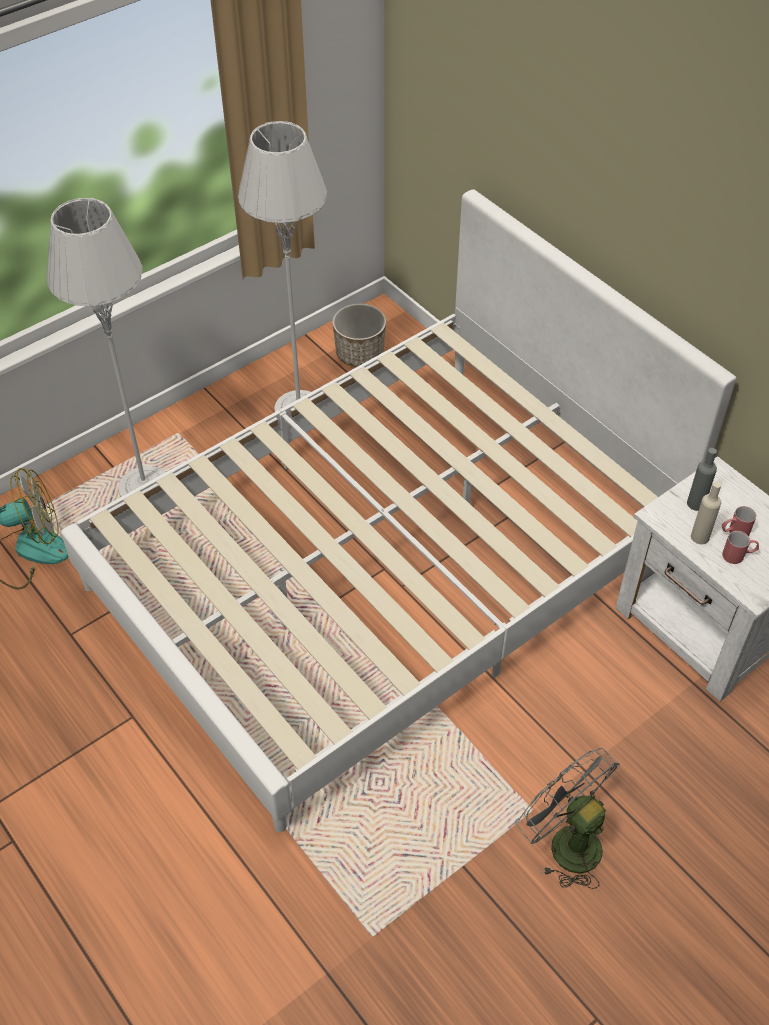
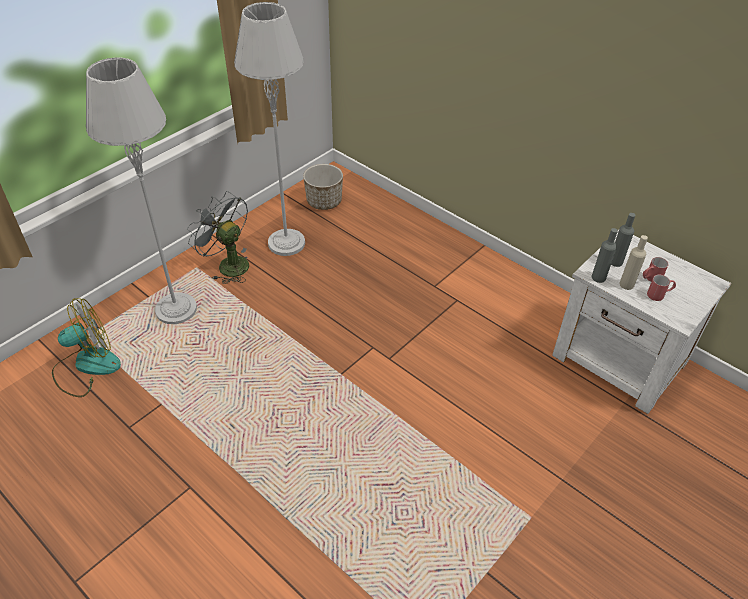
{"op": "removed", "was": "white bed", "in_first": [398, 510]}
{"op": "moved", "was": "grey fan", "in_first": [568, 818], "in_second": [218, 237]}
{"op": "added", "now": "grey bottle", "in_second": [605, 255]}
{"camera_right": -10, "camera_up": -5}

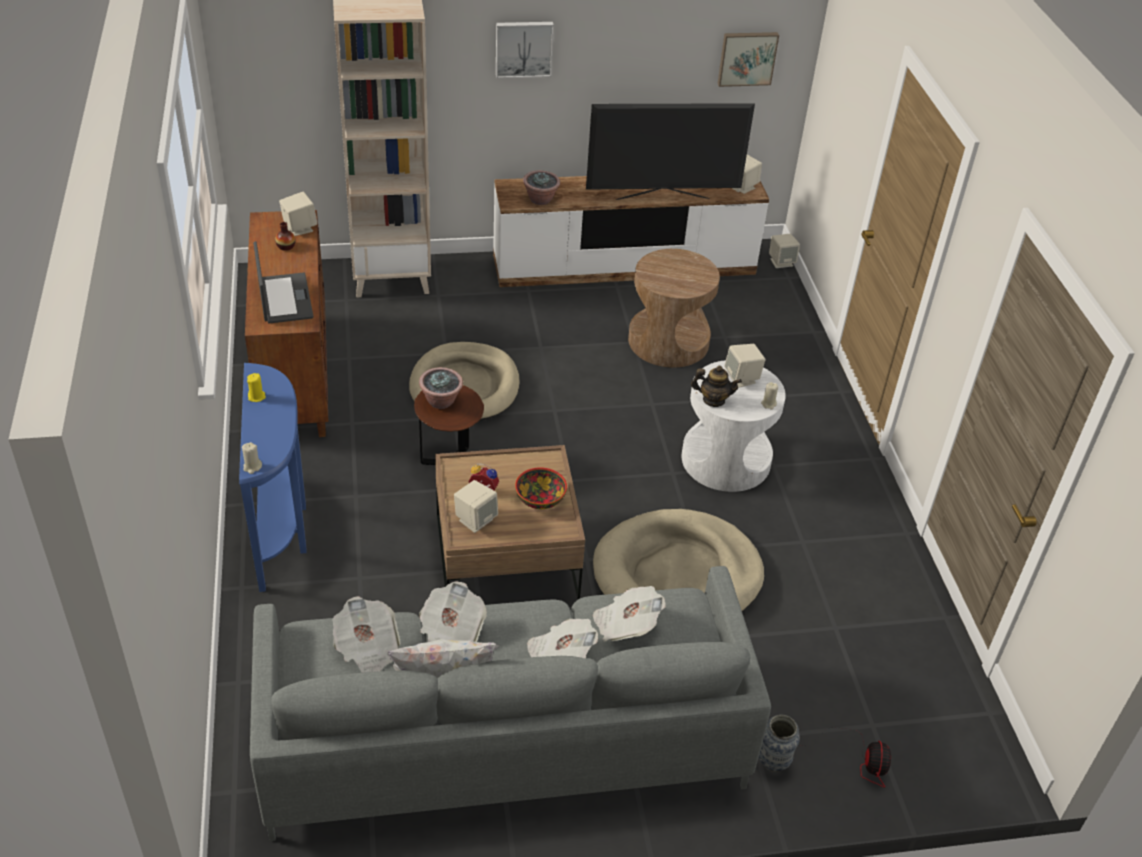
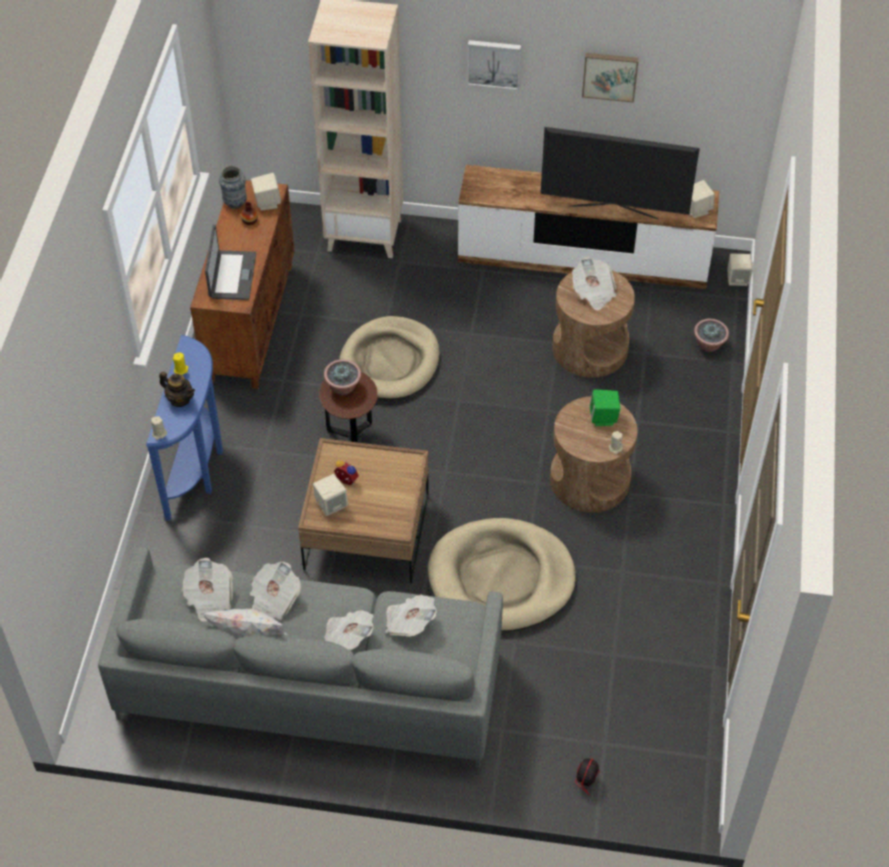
{"op": "moved", "was": "picture", "in_first": [748, 59], "in_second": [610, 78]}
{"op": "moved", "was": "potted plant", "in_first": [541, 187], "in_second": [711, 335]}
{"op": "recoloured", "was": "beige speaker", "now": "green speaker", "in_first": [744, 366], "in_second": [605, 408]}
{"op": "recoloured", "was": "white side table", "now": "brown side table", "in_first": [734, 426], "in_second": [594, 454]}
{"op": "moved", "was": "teapot", "in_first": [716, 386], "in_second": [177, 389]}
{"op": "removed", "was": "bowl", "in_first": [541, 488]}
{"op": "moved", "was": "vase", "in_first": [779, 743], "in_second": [233, 187]}
{"op": "added", "now": "newspaper", "in_second": [594, 283]}
{"camera_right": 20, "camera_up": 10}

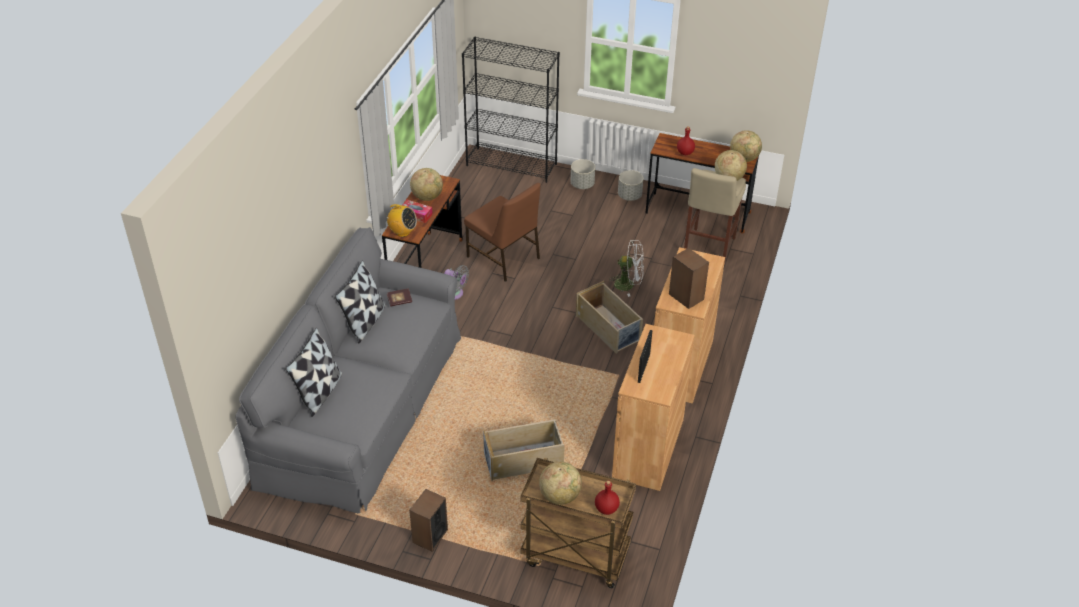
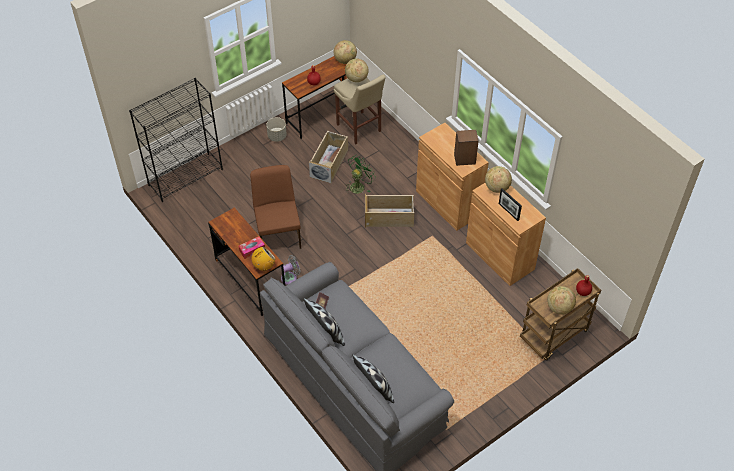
{"op": "removed", "was": "grey planter", "in_first": [582, 174]}
{"op": "moved", "was": "globe", "in_first": [426, 184], "in_second": [498, 179]}
{"op": "turned", "was": "brown chair", "in_first": [502, 232], "in_second": [275, 207], "clockwise": -90}
{"op": "recoloured", "was": "white fan", "now": "green fan", "in_first": [627, 268], "in_second": [361, 174]}
{"op": "moved", "was": "beige storage box", "in_first": [524, 450], "in_second": [328, 157]}
{"op": "removed", "was": "speaker", "in_first": [428, 520]}
{"camera_right": -55, "camera_up": 10}

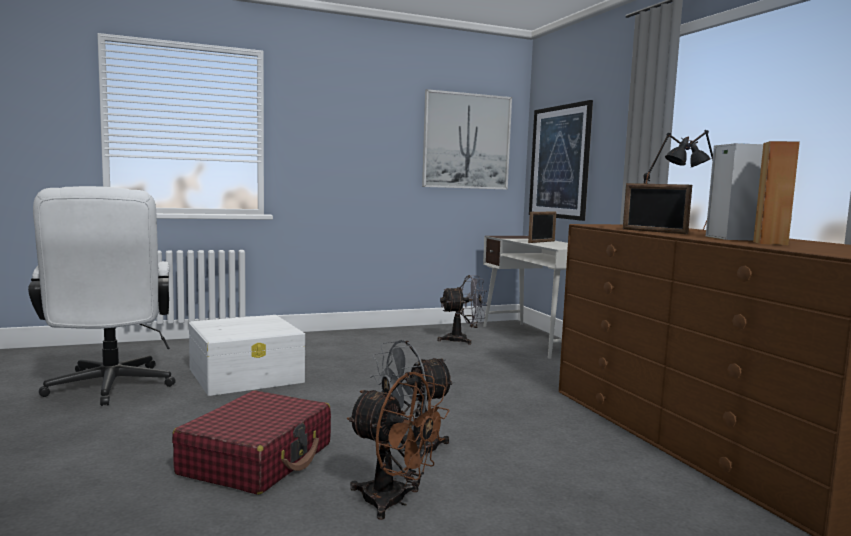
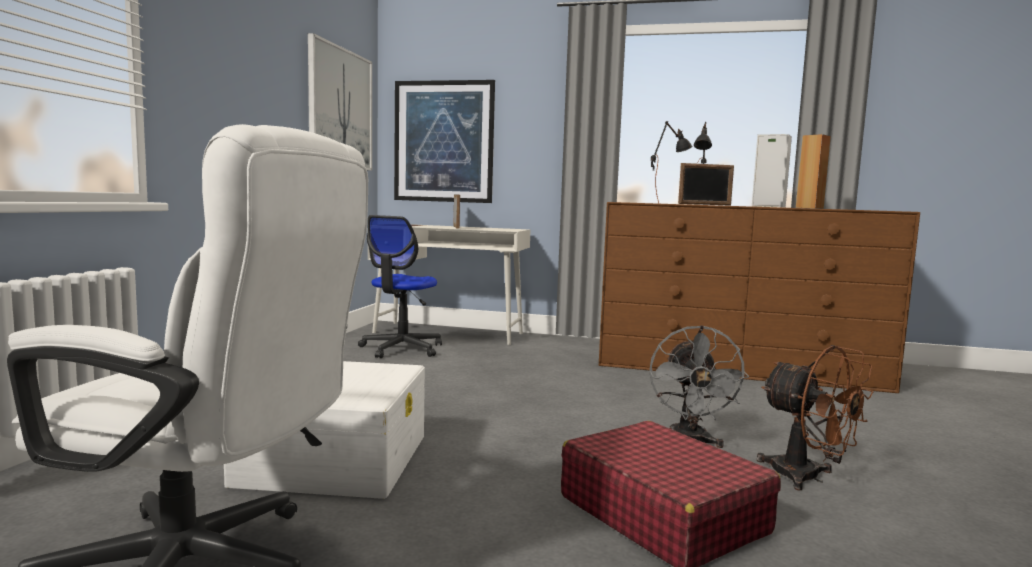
{"op": "replaced", "was": "grey fan", "now": "office chair", "in_first": [462, 310], "in_second": [400, 286]}
{"op": "turned", "was": "brown fan", "in_first": [398, 446], "in_second": [815, 418], "clockwise": 75}
{"camera_right": -55, "camera_up": 0}

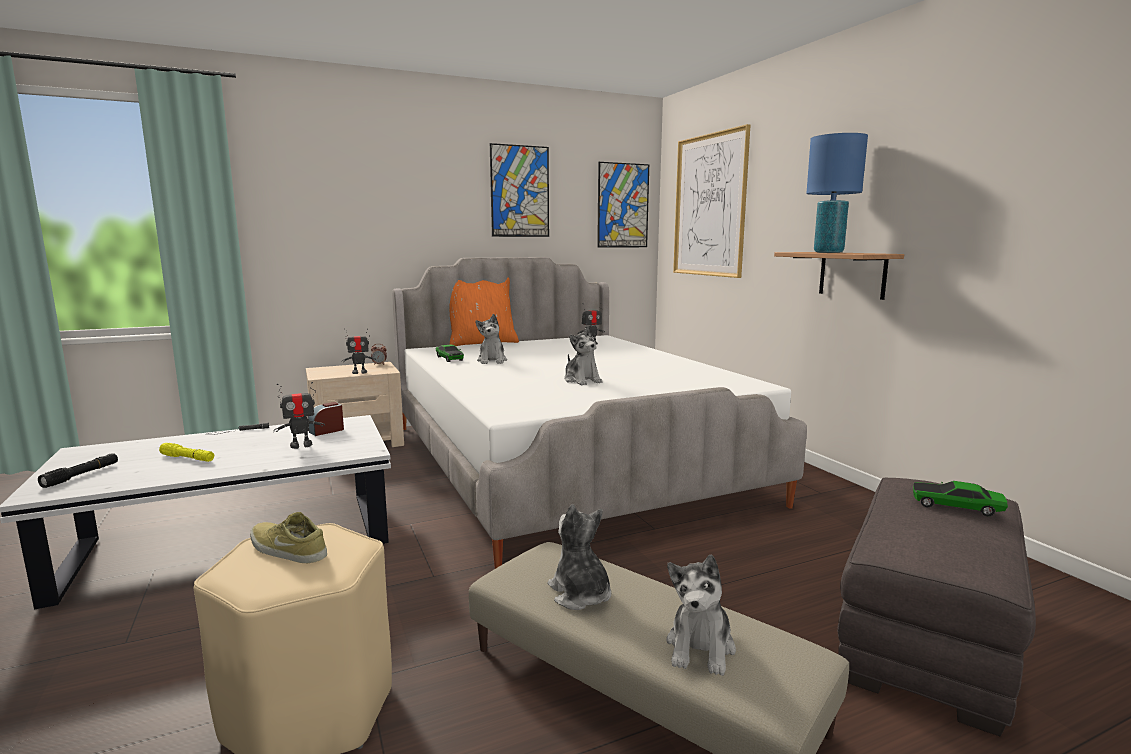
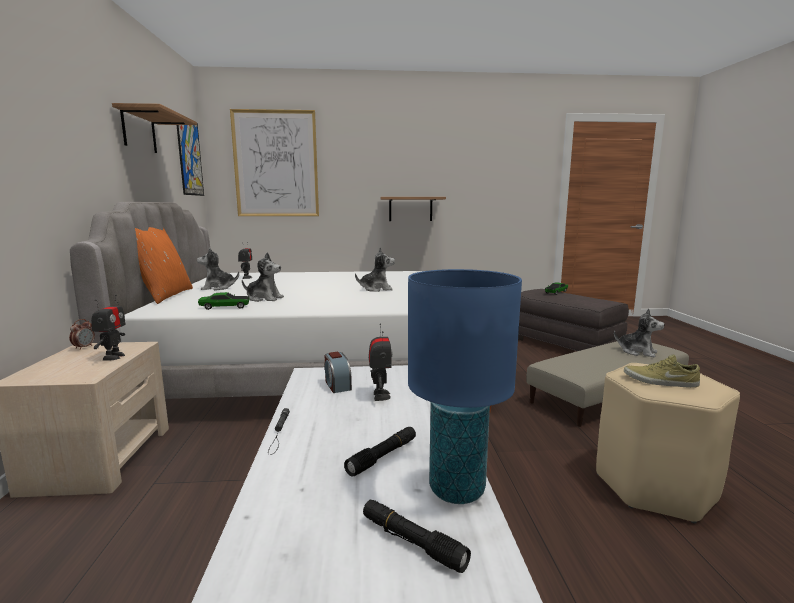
{"op": "moved", "was": "blue table lamp", "in_first": [837, 193], "in_second": [465, 386]}
{"op": "replaced", "was": "picture", "now": "shelf", "in_first": [519, 190], "in_second": [154, 128]}
{"op": "recoloured", "was": "yellow flashlight", "now": "black flashlight", "in_first": [186, 452], "in_second": [380, 451]}
{"op": "moved", "was": "plush toy", "in_first": [579, 557], "in_second": [218, 268]}
{"op": "turned", "was": "beige shoe", "in_first": [288, 537], "in_second": [662, 371], "clockwise": 60}
{"camera_right": -70, "camera_up": 0}

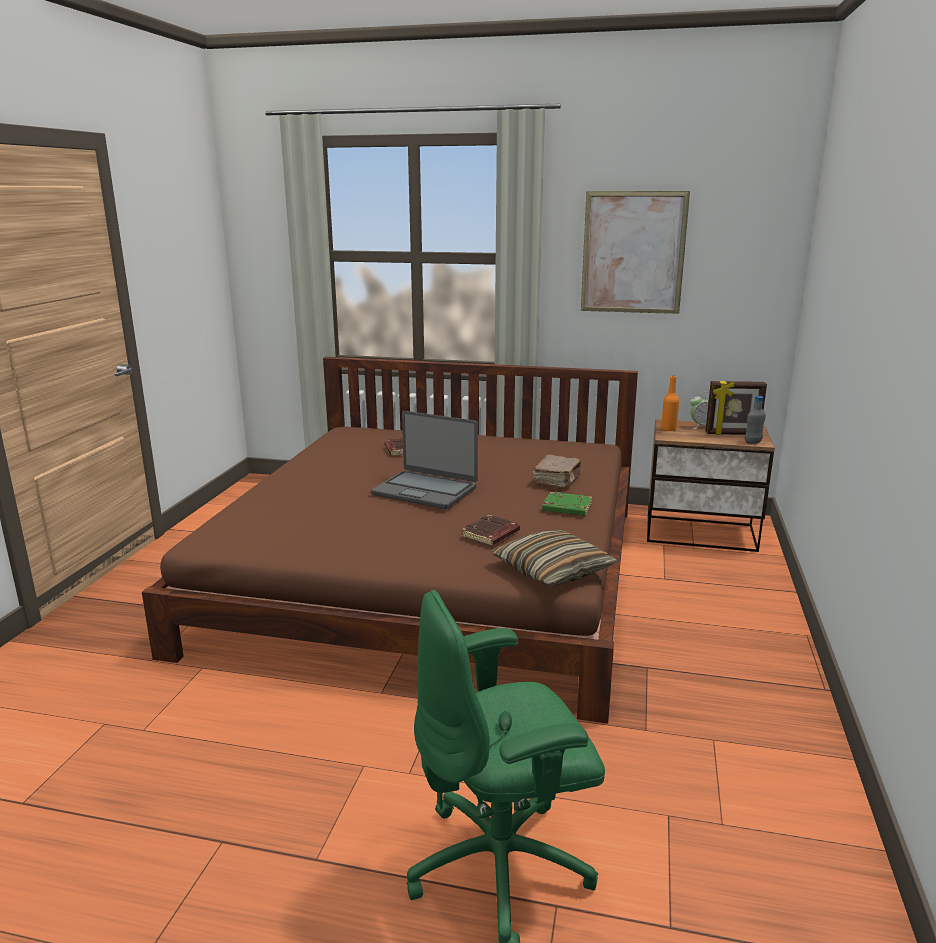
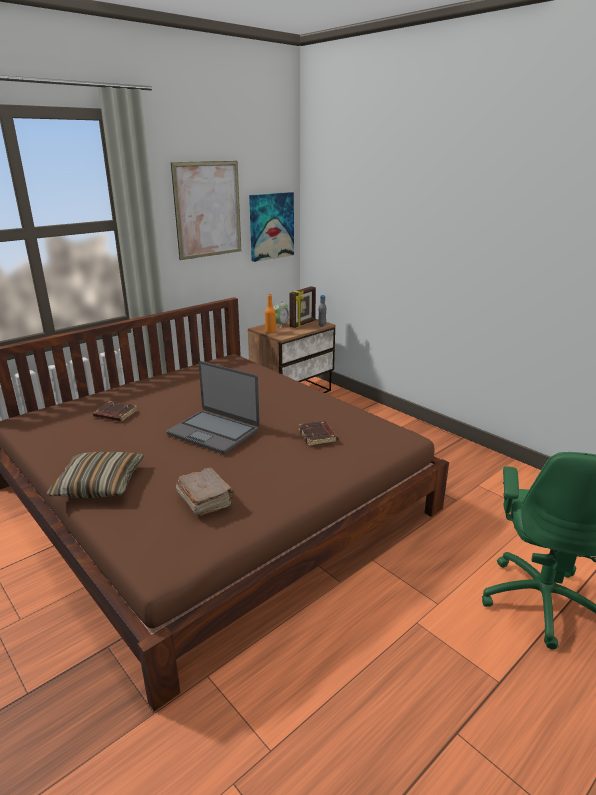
{"op": "turned", "was": "laptop", "in_first": [424, 460], "in_second": [213, 407], "clockwise": 60}
{"op": "moved", "was": "brown book", "in_first": [557, 471], "in_second": [205, 492]}
{"op": "removed", "was": "green book", "in_first": [567, 504]}
{"op": "moved", "was": "pillow", "in_first": [554, 558], "in_second": [95, 475]}
{"op": "added", "now": "picture", "in_second": [271, 227]}
{"camera_right": -55, "camera_up": 5}

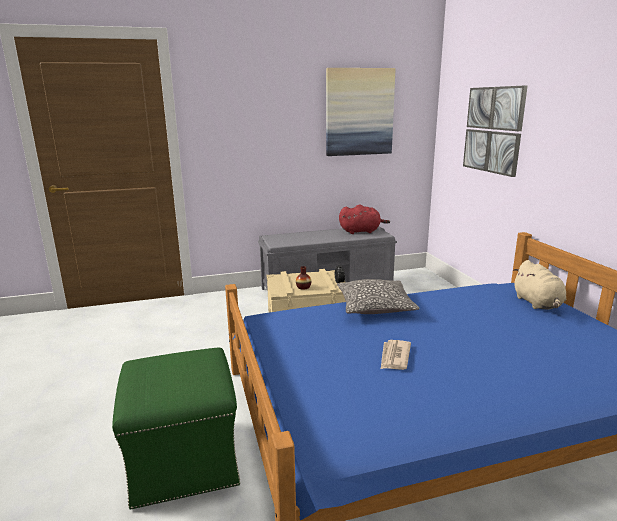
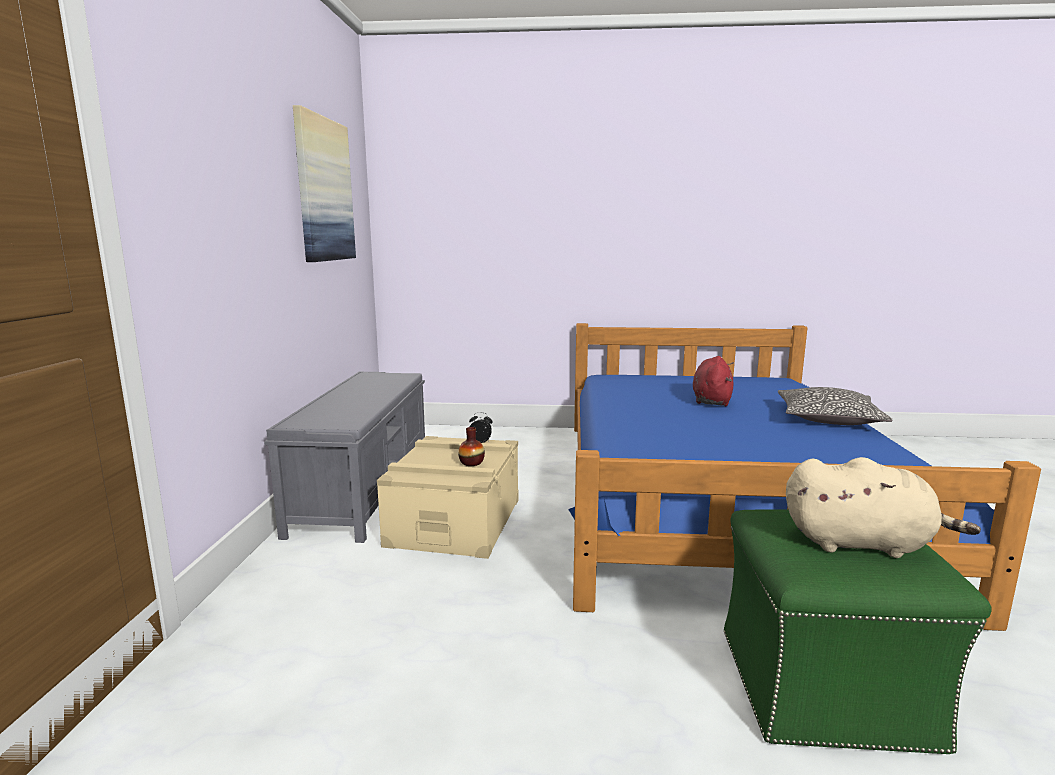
{"op": "removed", "was": "picture", "in_first": [495, 131]}
{"op": "moved", "was": "red plush toy", "in_first": [364, 219], "in_second": [713, 381]}
{"op": "moved", "was": "beige plush toy", "in_first": [539, 284], "in_second": [883, 507]}
{"op": "moved", "was": "pillow", "in_first": [378, 296], "in_second": [835, 406]}
{"op": "removed", "was": "newspaper", "in_first": [396, 355]}
{"camera_right": -70, "camera_up": -5}

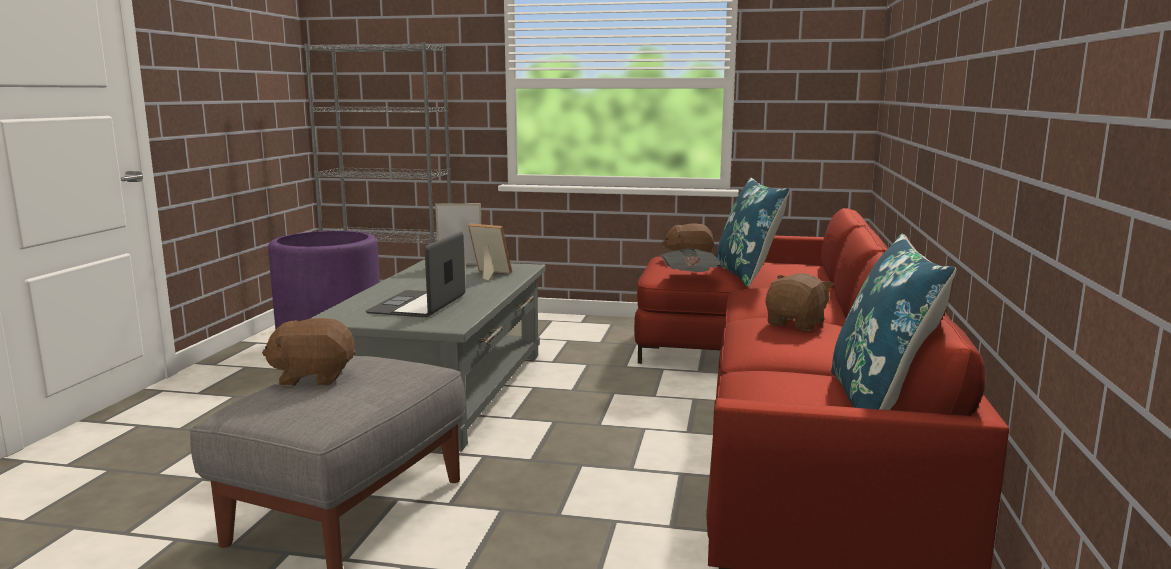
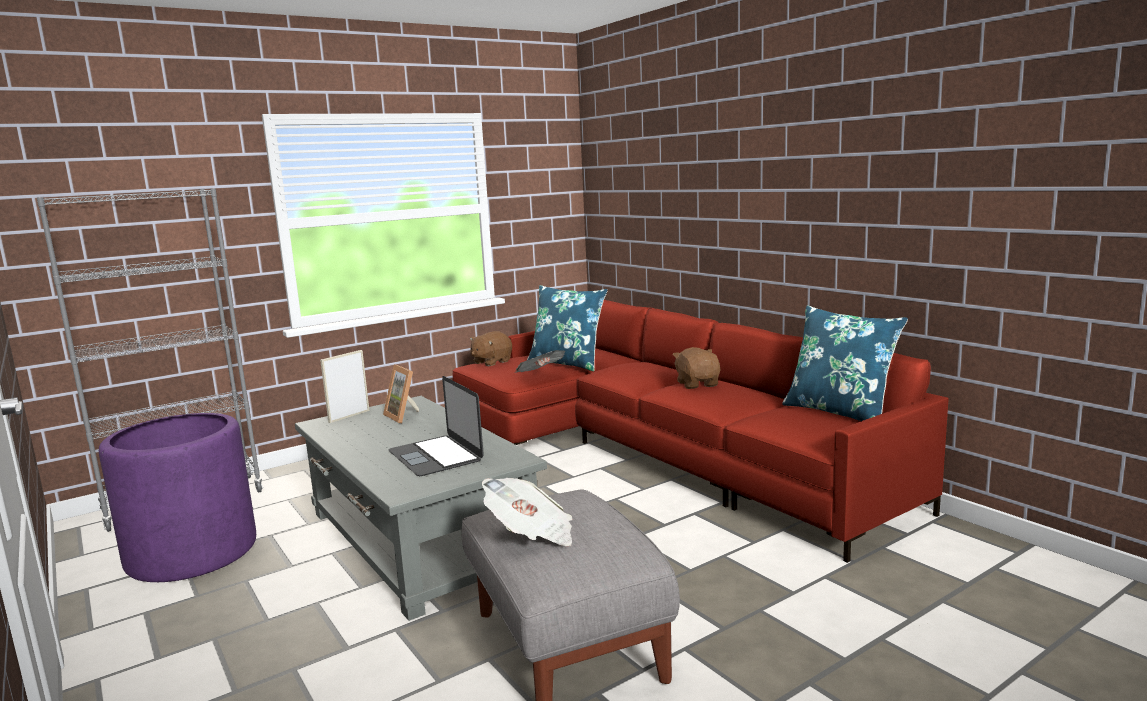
{"op": "turned", "was": "picture frame", "in_first": [490, 252], "in_second": [401, 394], "clockwise": -105}
{"op": "replaced", "was": "brown plush toy", "now": "newspaper", "in_first": [309, 352], "in_second": [527, 512]}
{"camera_right": -45, "camera_up": 0}

